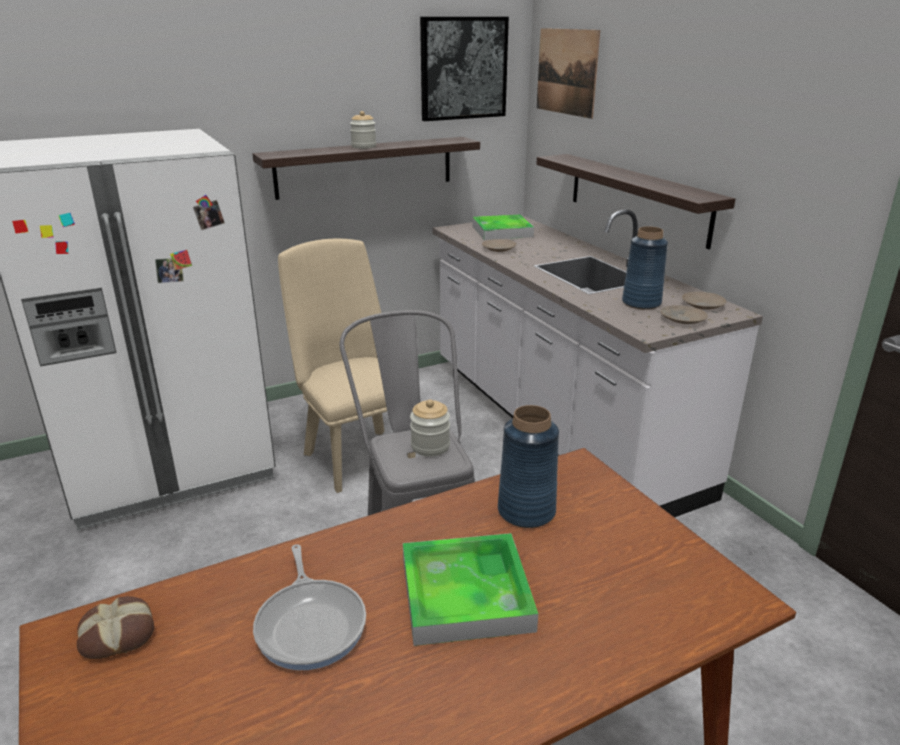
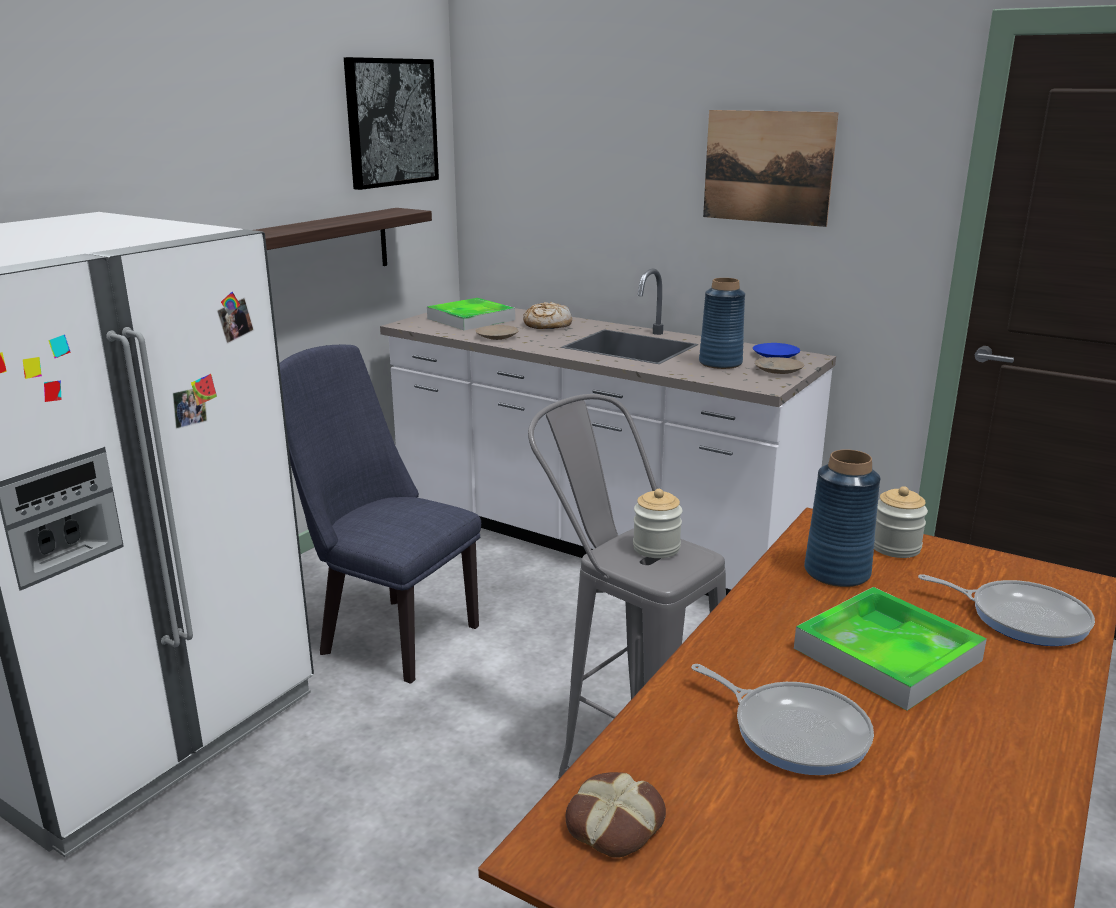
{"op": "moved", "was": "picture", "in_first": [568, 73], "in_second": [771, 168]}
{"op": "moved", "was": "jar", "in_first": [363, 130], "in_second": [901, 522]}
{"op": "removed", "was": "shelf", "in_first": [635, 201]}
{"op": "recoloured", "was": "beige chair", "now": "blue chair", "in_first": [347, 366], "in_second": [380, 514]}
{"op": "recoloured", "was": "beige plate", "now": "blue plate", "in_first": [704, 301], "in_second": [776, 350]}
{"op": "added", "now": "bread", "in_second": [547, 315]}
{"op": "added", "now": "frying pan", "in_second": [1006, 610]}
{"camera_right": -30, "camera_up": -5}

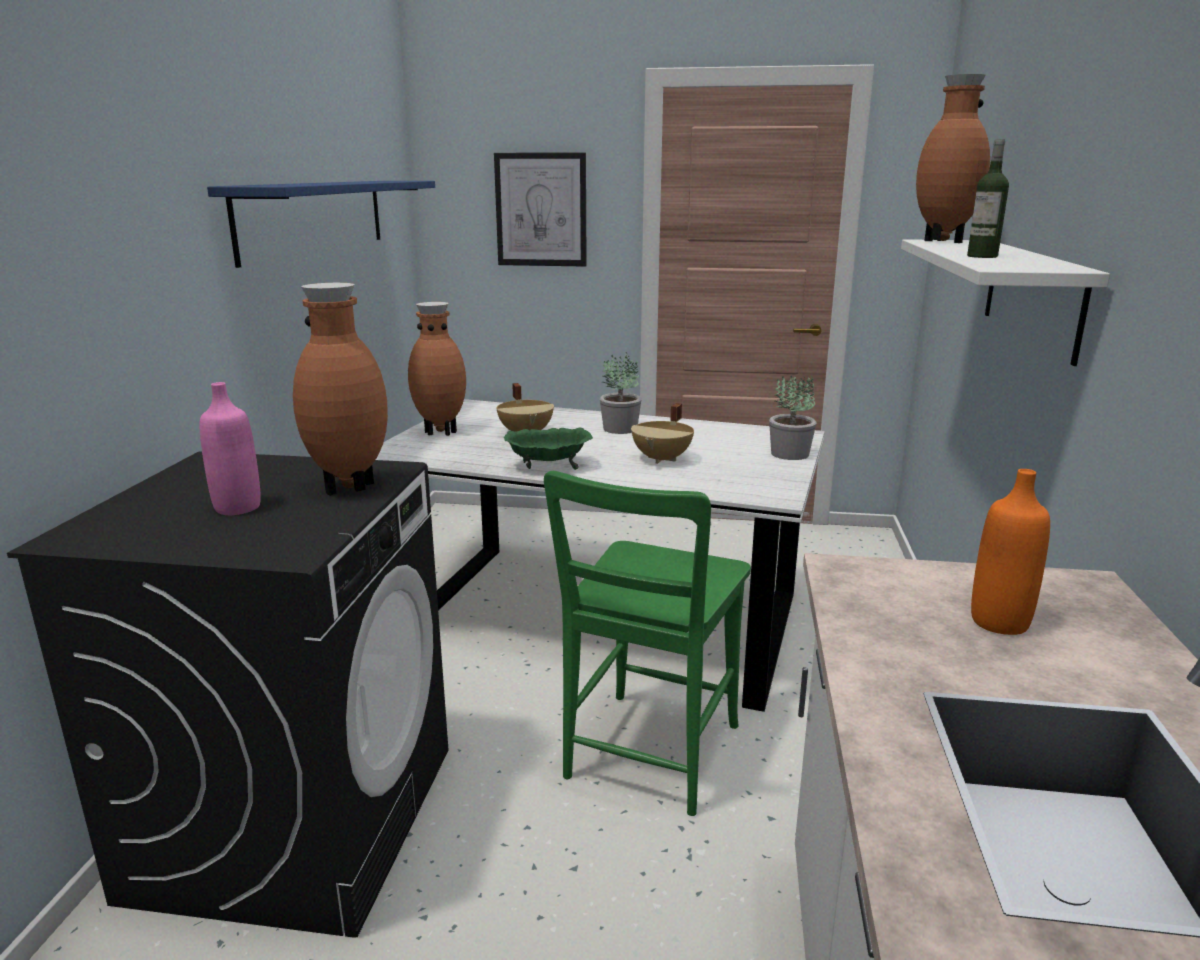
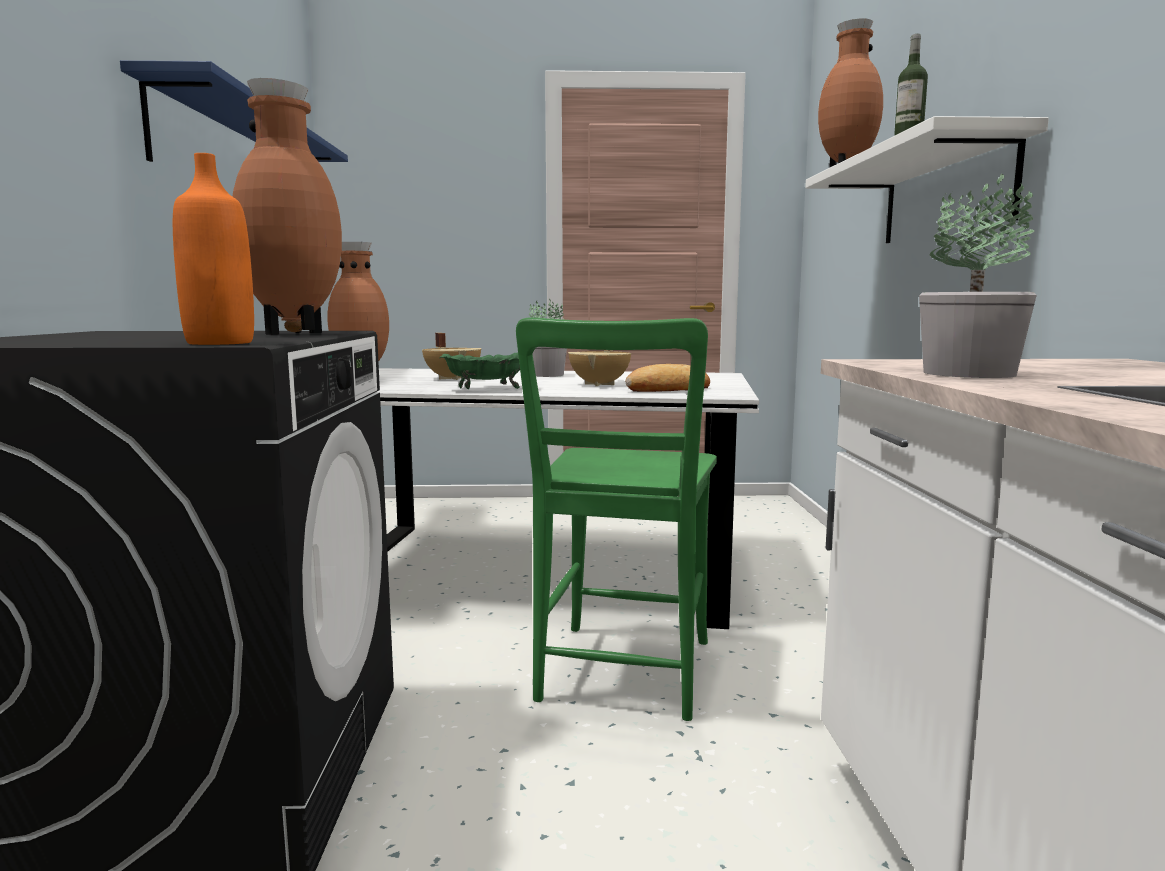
{"op": "removed", "was": "picture", "in_first": [540, 209]}
{"op": "moved", "was": "potted plant", "in_first": [792, 418], "in_second": [978, 275]}
{"op": "removed", "was": "pink bottle", "in_first": [230, 448]}
{"op": "moved", "was": "orange bottle", "in_first": [1010, 552], "in_second": [213, 249]}
{"op": "added", "now": "bread", "in_second": [667, 378]}
{"camera_right": -10, "camera_up": -10}

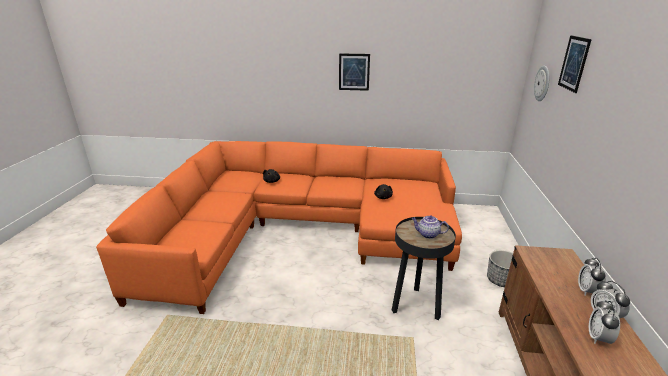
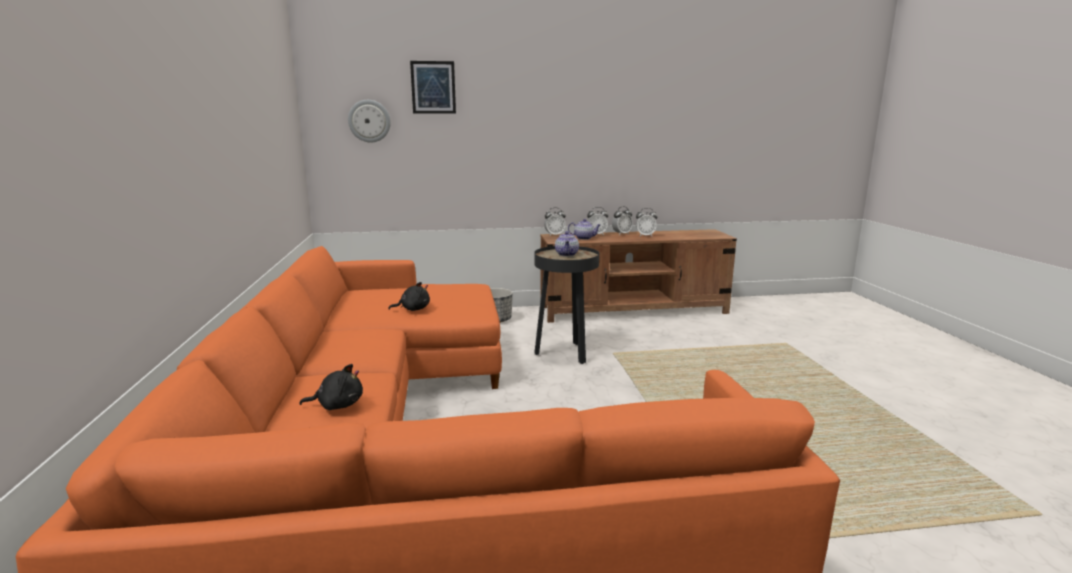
{"op": "removed", "was": "picture", "in_first": [354, 72]}
{"op": "added", "now": "alarm clock", "in_second": [555, 221]}
{"op": "added", "now": "teapot", "in_second": [584, 229]}
{"camera_right": -105, "camera_up": -10}

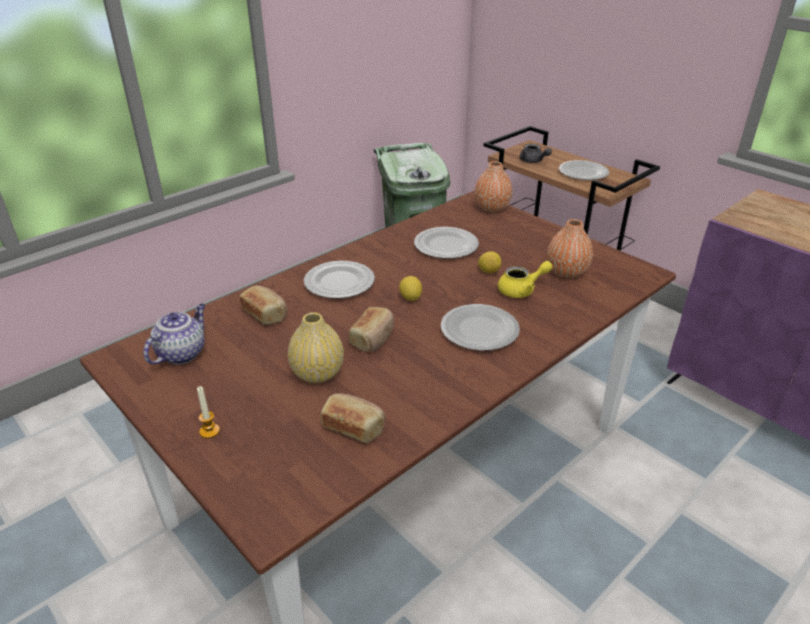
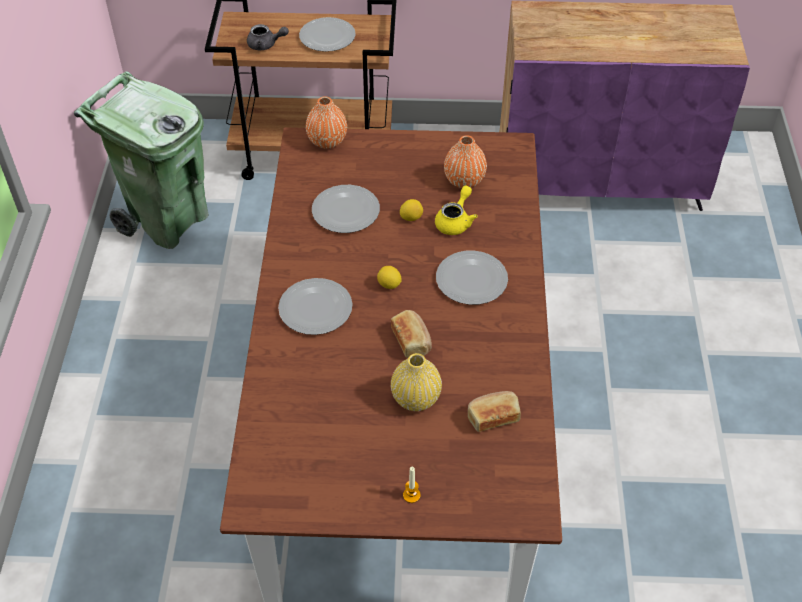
{"op": "removed", "was": "bread", "in_first": [263, 305]}
{"op": "removed", "was": "teapot", "in_first": [174, 334]}
{"camera_right": -45, "camera_up": 15}

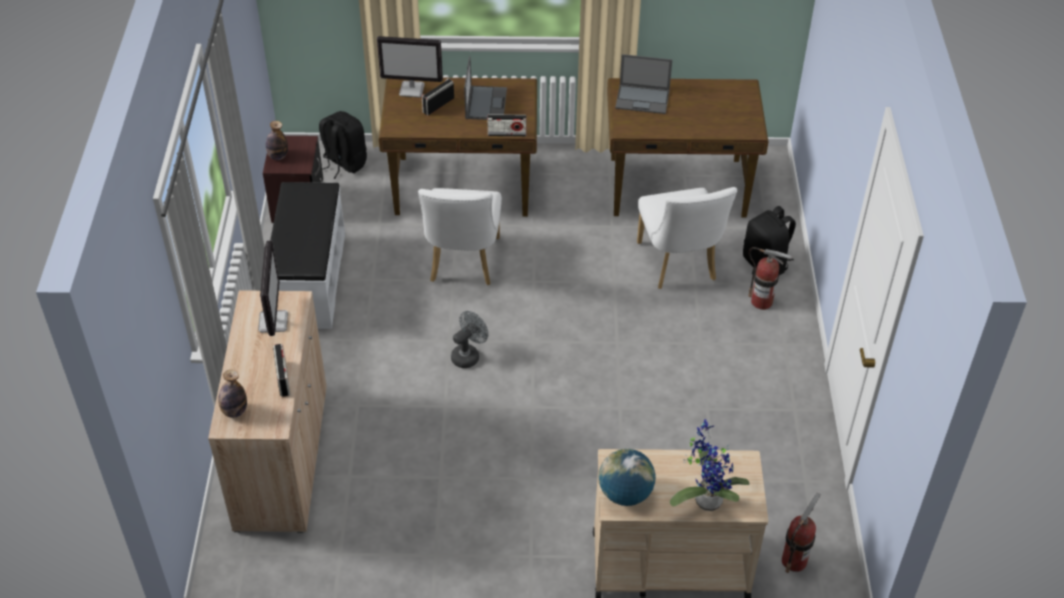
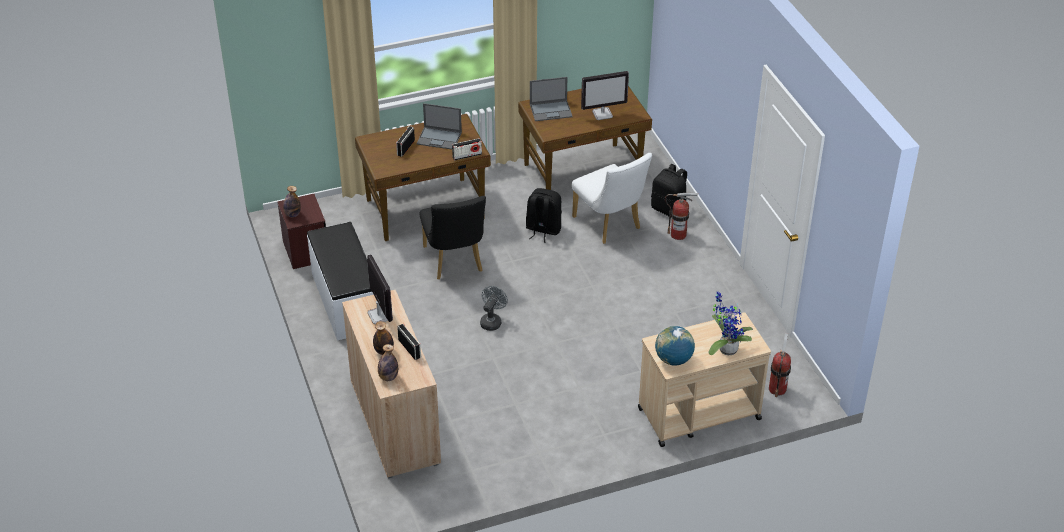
{"op": "moved", "was": "monitor", "in_first": [410, 67], "in_second": [605, 95]}
{"op": "turned", "was": "laptop", "in_first": [485, 88], "in_second": [439, 126], "clockwise": 120}
{"op": "moved", "was": "black backpack", "in_first": [343, 145], "in_second": [544, 215]}
{"op": "recoloured", "was": "white chair", "now": "black chair", "in_first": [460, 236], "in_second": [453, 238]}
{"op": "added", "now": "bottle", "in_second": [383, 338]}
{"camera_right": -20, "camera_up": -5}

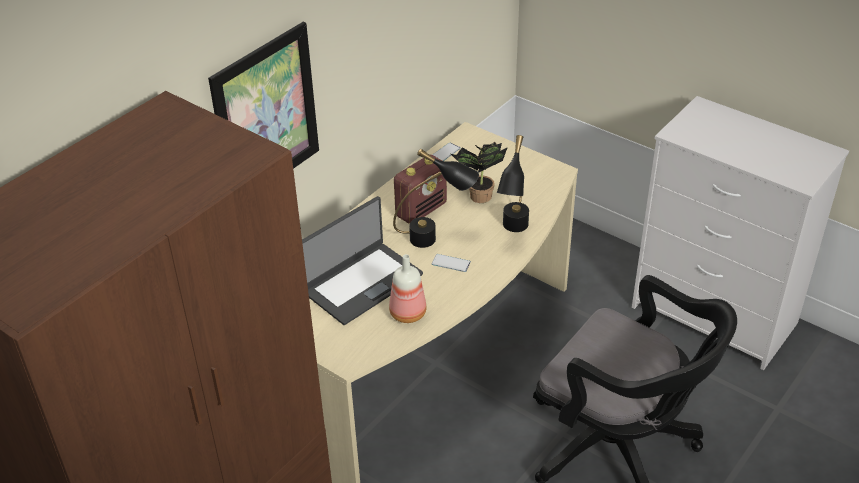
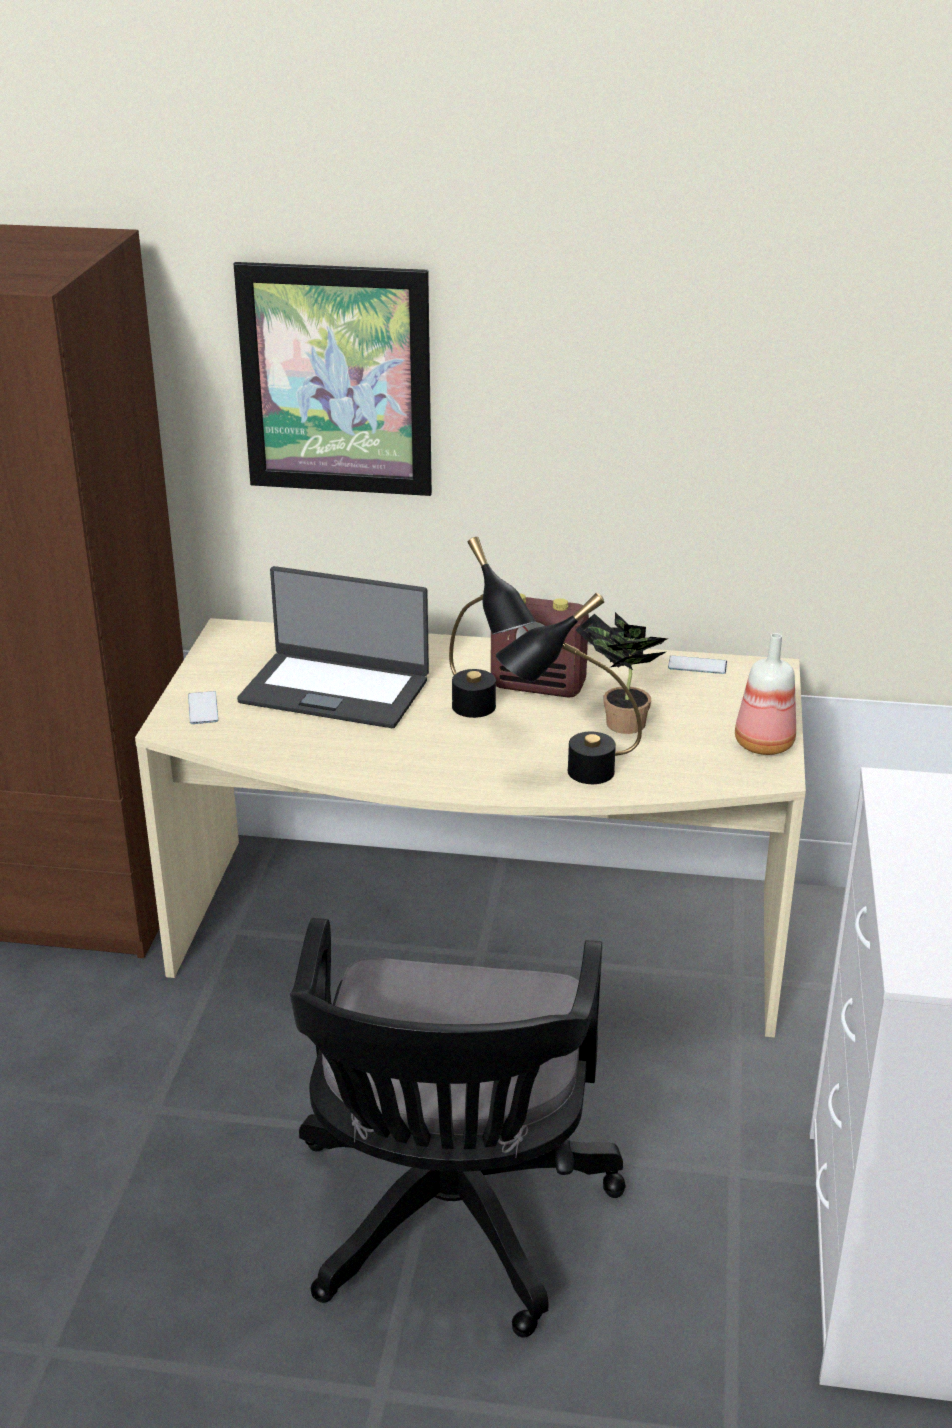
{"op": "moved", "was": "bottle", "in_first": [407, 288], "in_second": [765, 694]}
{"op": "moved", "was": "phone", "in_first": [451, 263], "in_second": [203, 707]}
{"camera_right": 60, "camera_up": -10}

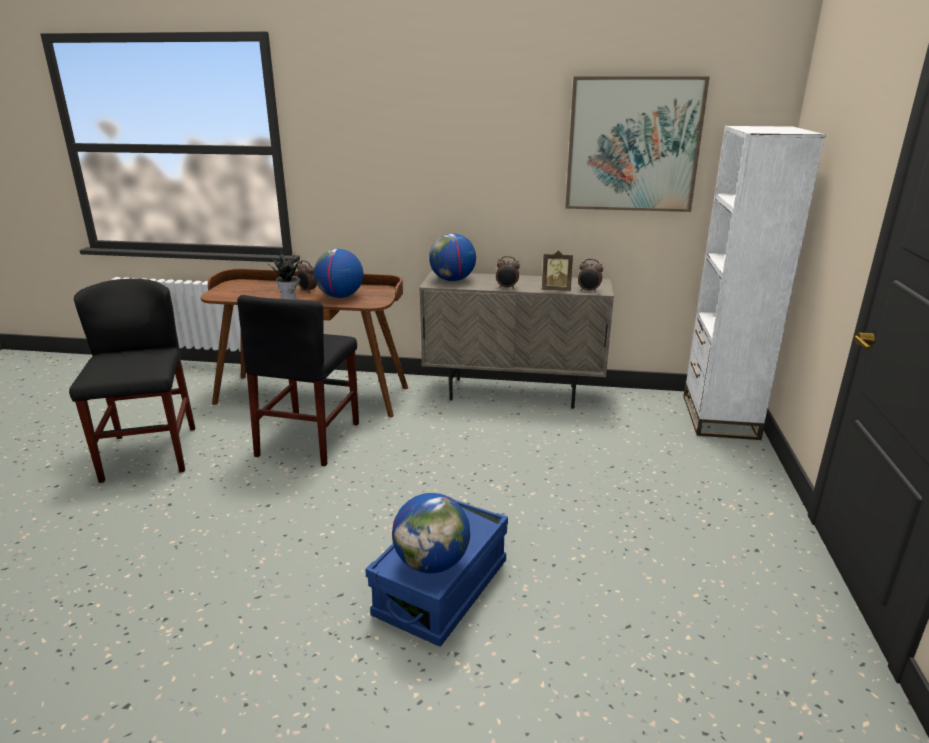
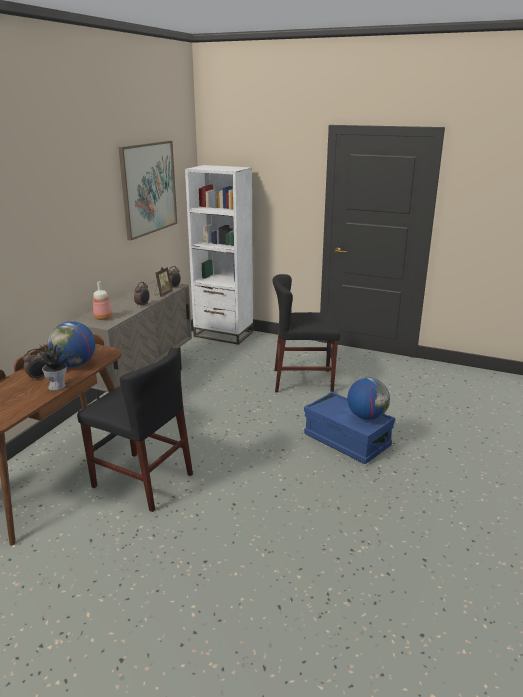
{"op": "replaced", "was": "globe", "now": "bottle", "in_first": [452, 257], "in_second": [103, 300]}
{"op": "moved", "was": "black chair", "in_first": [132, 381], "in_second": [306, 333]}
{"camera_right": -75, "camera_up": 0}

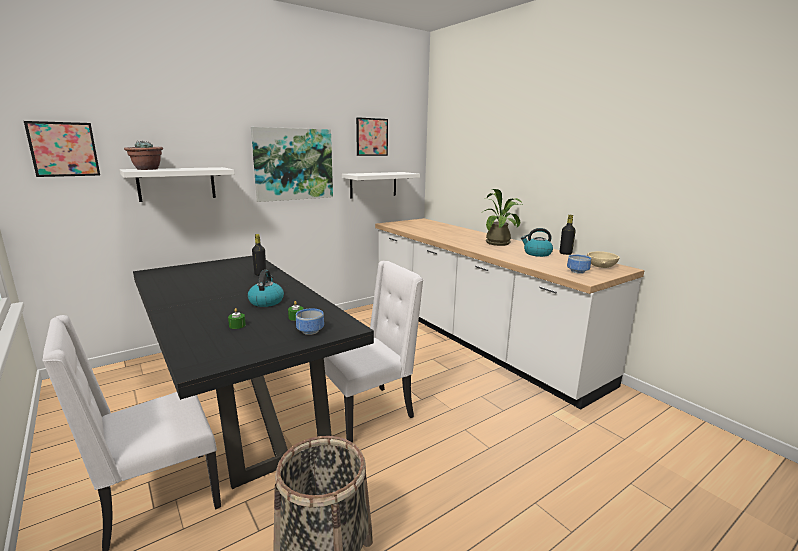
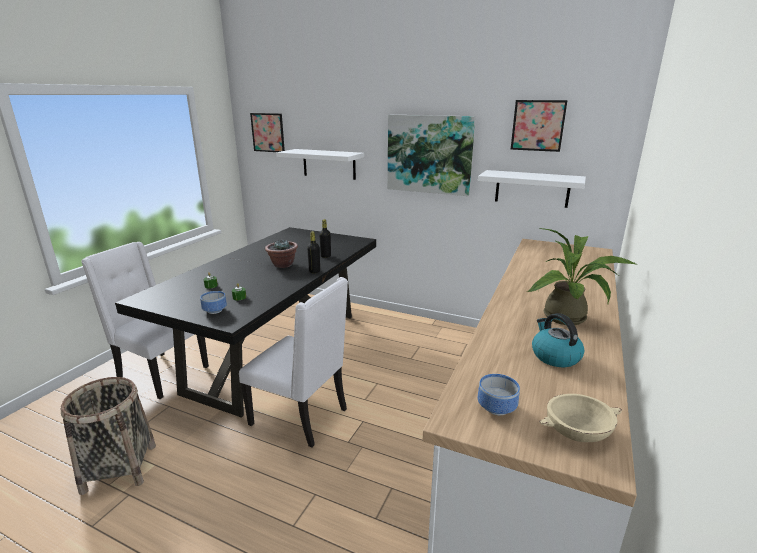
{"op": "moved", "was": "potted plant", "in_first": [143, 155], "in_second": [281, 254]}
{"op": "moved", "was": "black bottle", "in_first": [568, 235], "in_second": [313, 252]}
{"op": "removed", "was": "kettle", "in_first": [266, 288]}
{"camera_right": 60, "camera_up": 5}

